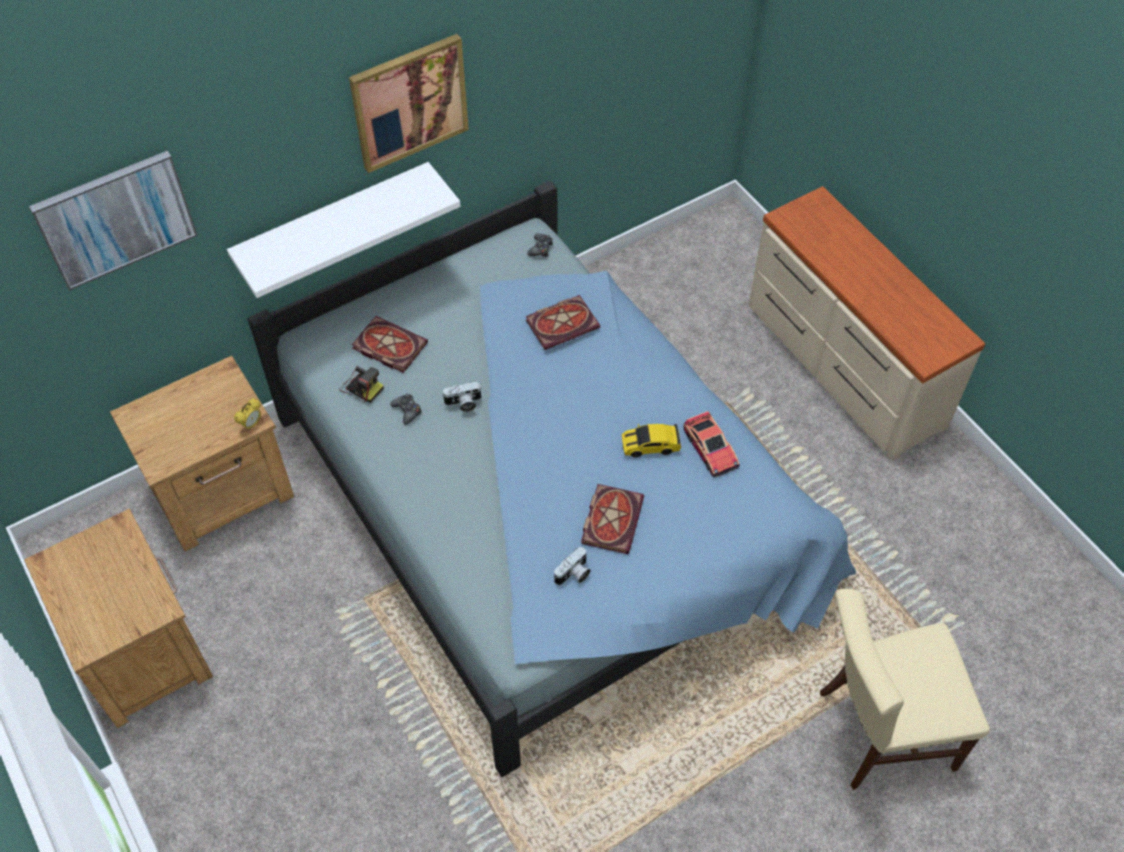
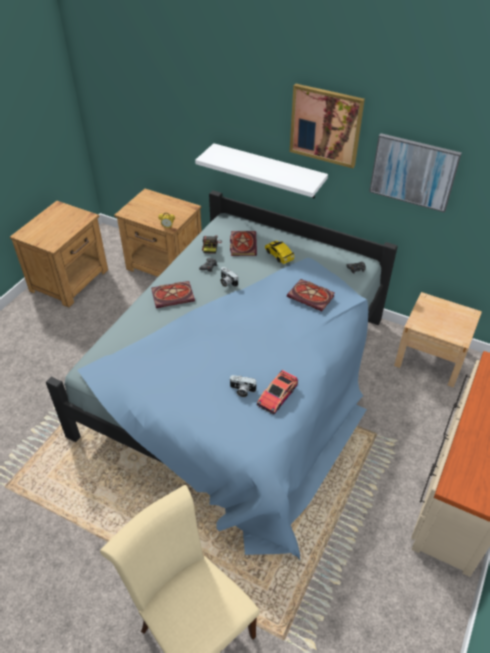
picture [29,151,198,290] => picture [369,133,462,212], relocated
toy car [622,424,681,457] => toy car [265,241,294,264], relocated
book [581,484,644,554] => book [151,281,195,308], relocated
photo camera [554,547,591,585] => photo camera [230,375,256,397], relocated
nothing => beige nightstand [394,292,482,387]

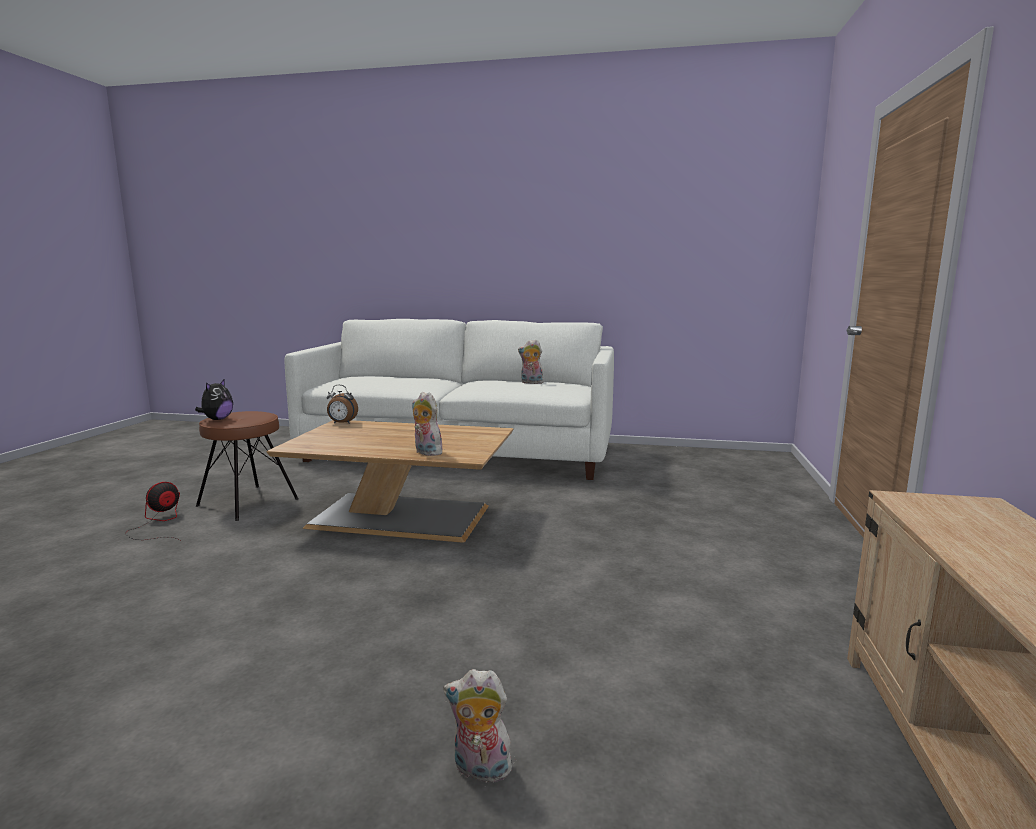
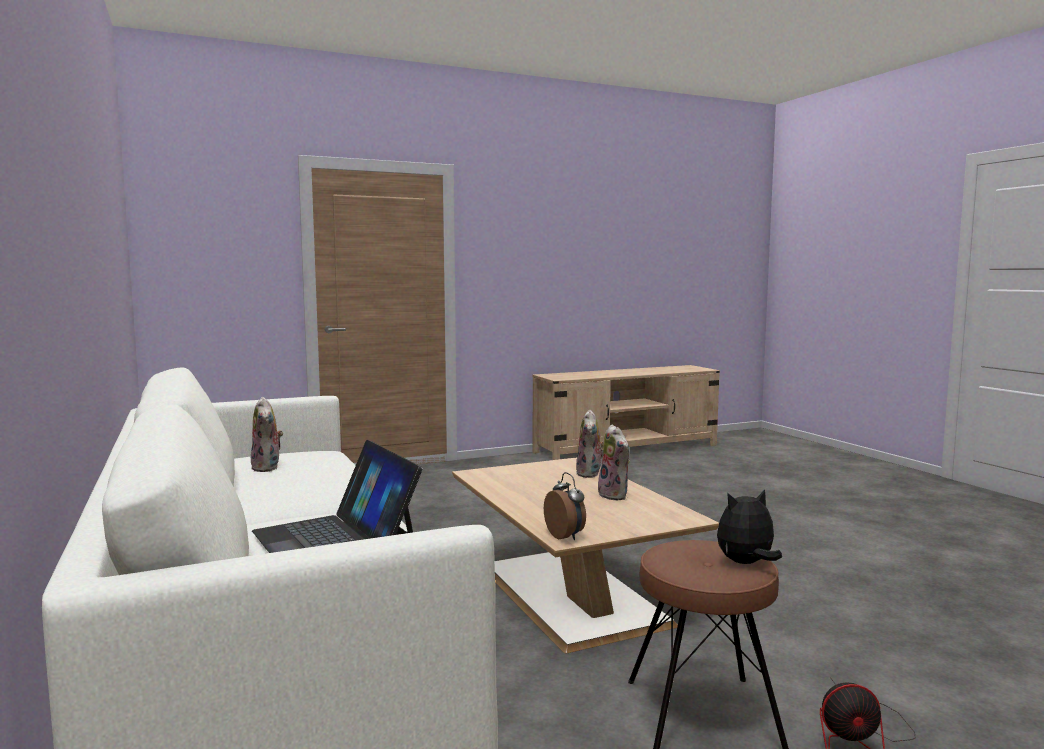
plush toy [443,669,515,783] => plush toy [595,424,630,500], relocated
nothing => laptop [252,440,422,553]

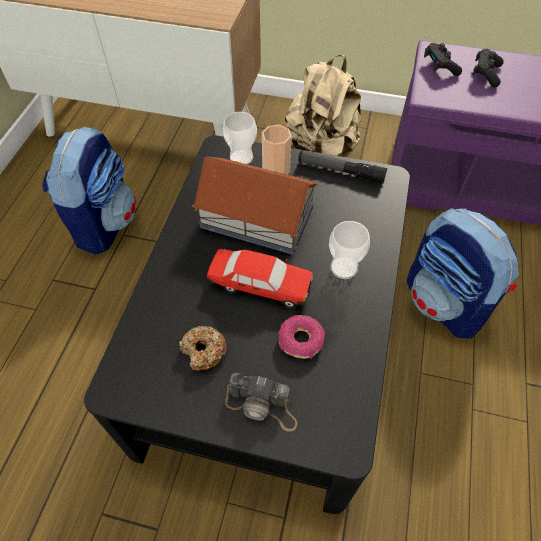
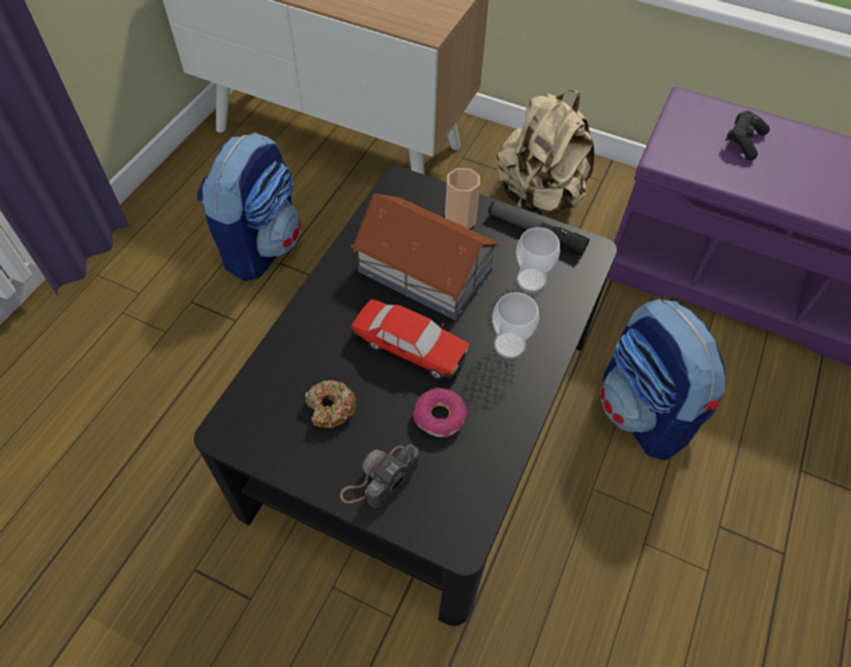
black game controller [424,43,462,76] => nothing
cup [223,112,257,164] => cup [516,227,560,292], relocated
photo camera [225,372,298,432] => photo camera [340,444,419,508], 105 degrees clockwise

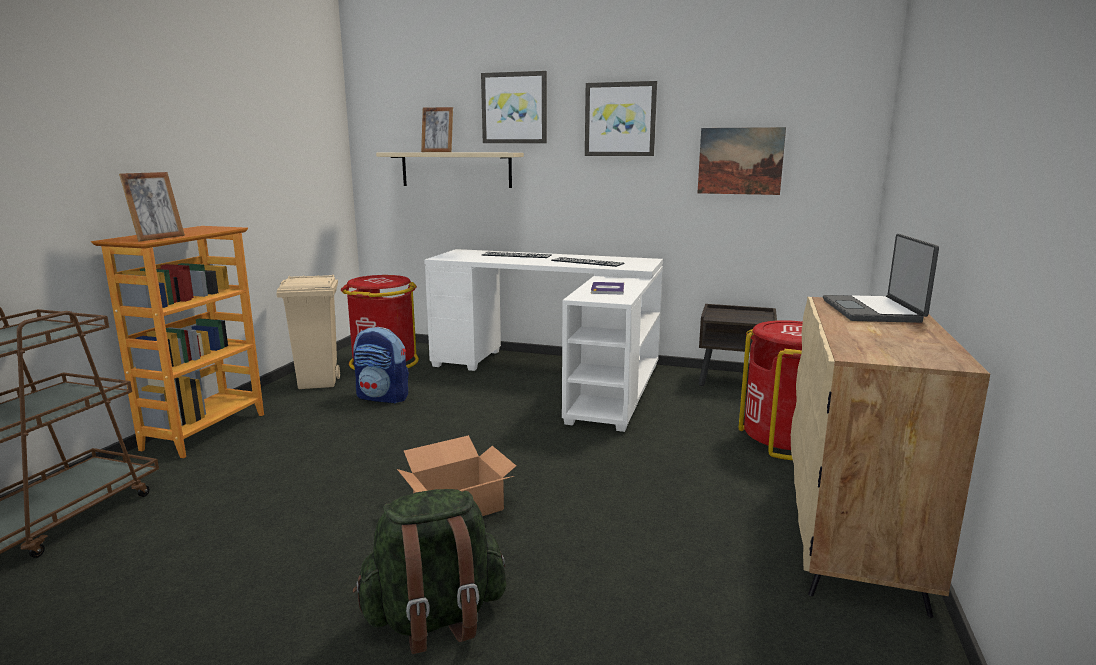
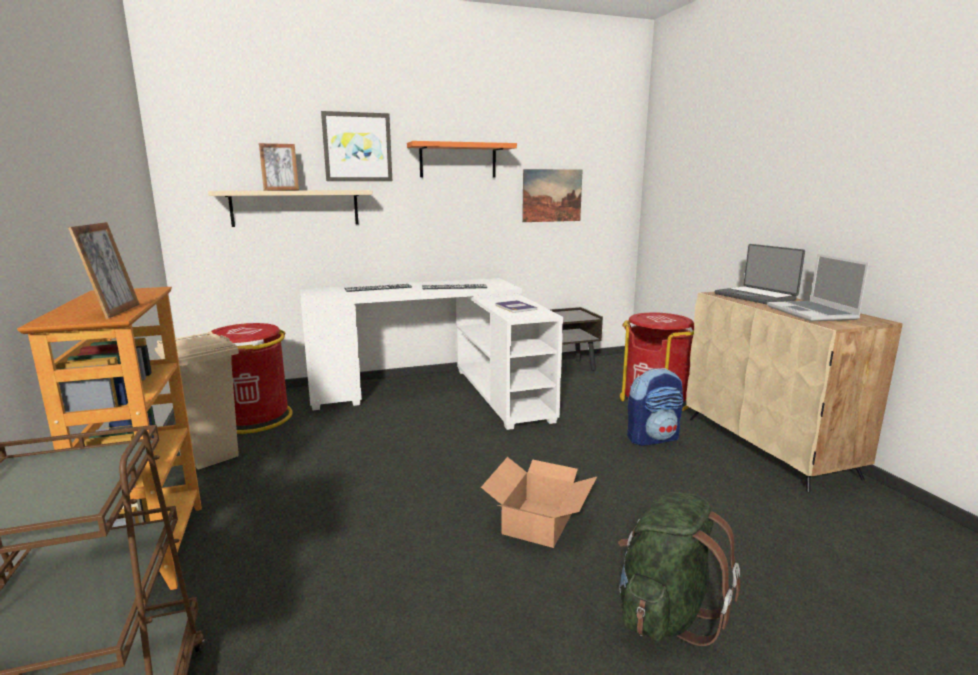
picture [585,81,657,156] => orange shelf [407,141,517,178]
backpack [353,327,409,403] => backpack [627,368,683,446], relocated
nothing => laptop [767,254,869,322]

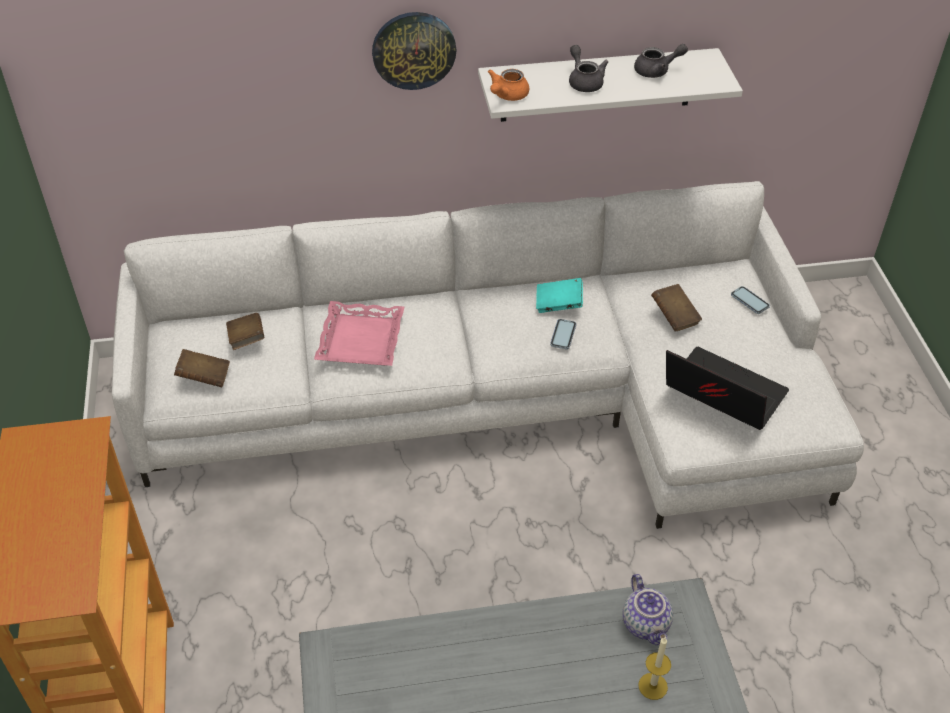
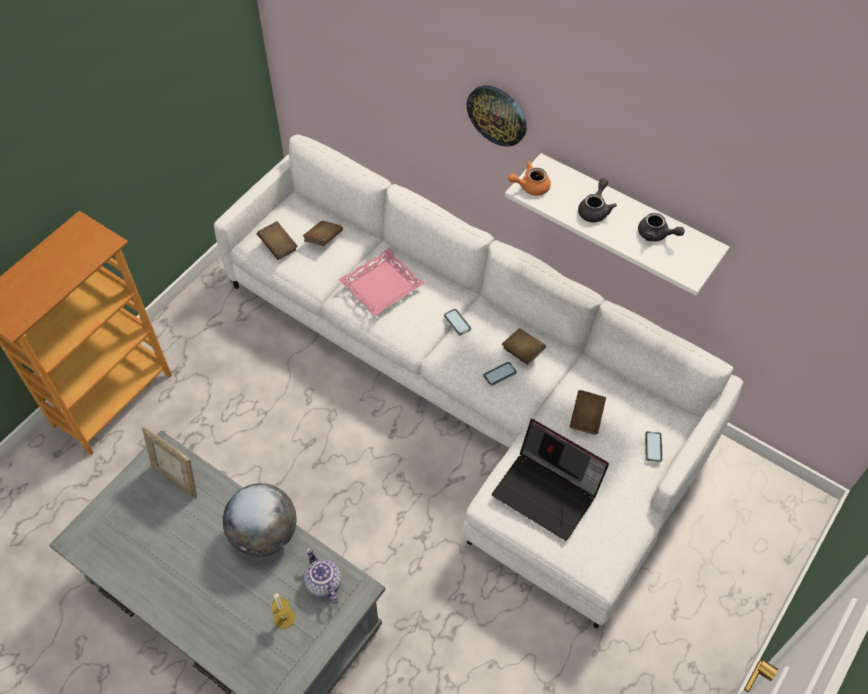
turquoise book [536,278,583,313] => brown book [502,328,546,365]
laptop [666,347,789,430] => laptop [492,419,609,541], 135 degrees clockwise
teapot [622,574,673,645] => teapot [304,548,341,604], 120 degrees clockwise
nothing => phone [444,309,471,336]
nothing => picture frame [142,426,197,498]
nothing => globe [223,483,296,557]

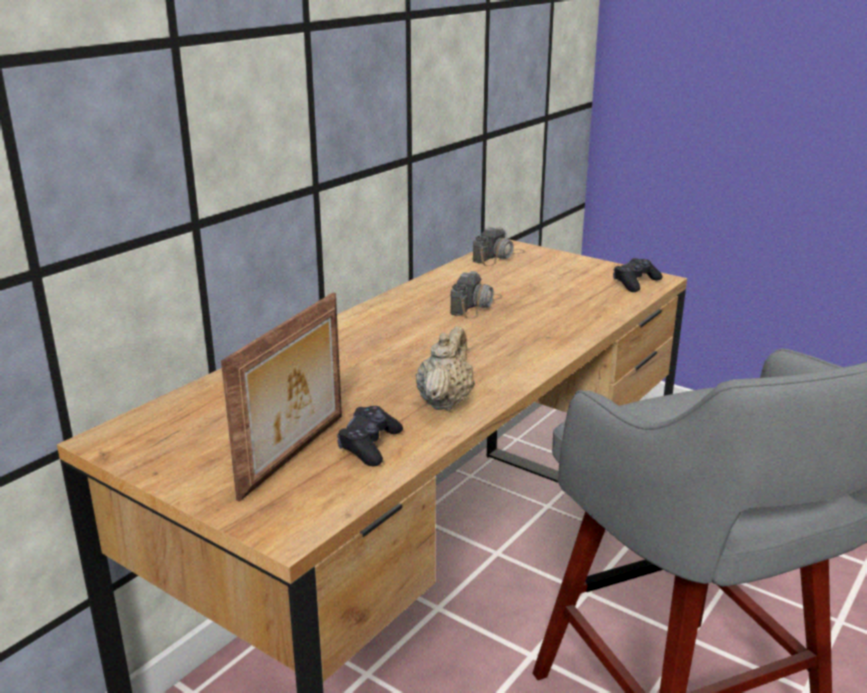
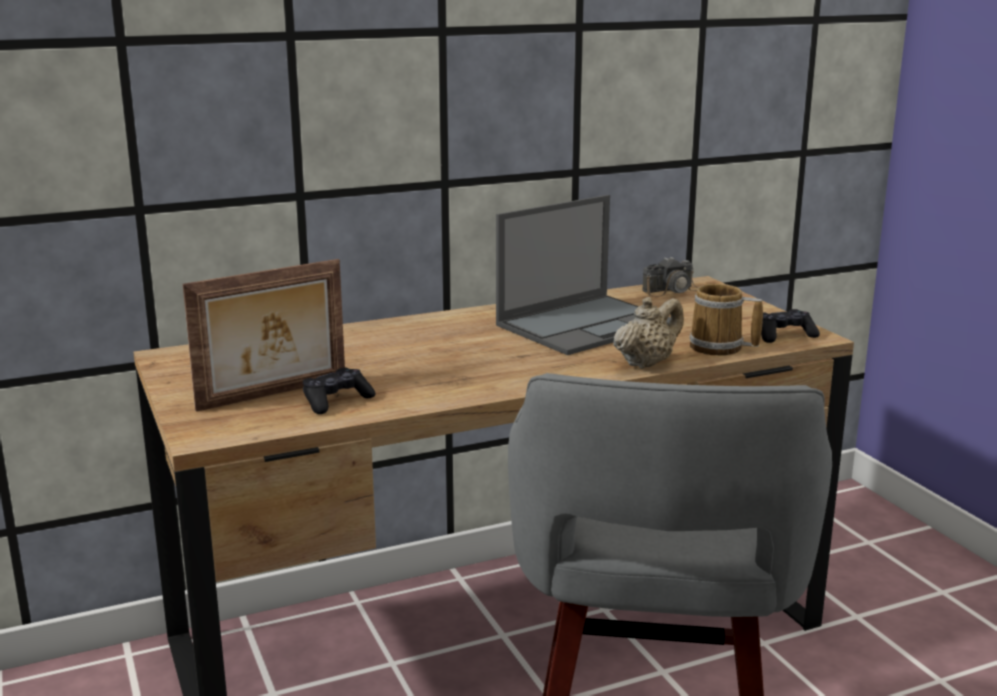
photo camera [450,271,502,319] => laptop [496,195,671,355]
beige teapot [416,326,475,411] => beige teapot [613,297,684,369], relocated
nothing => mug [689,284,763,356]

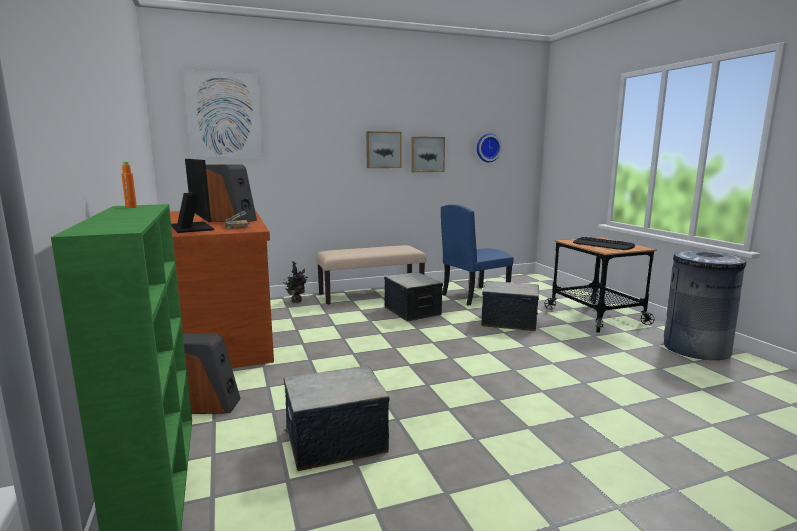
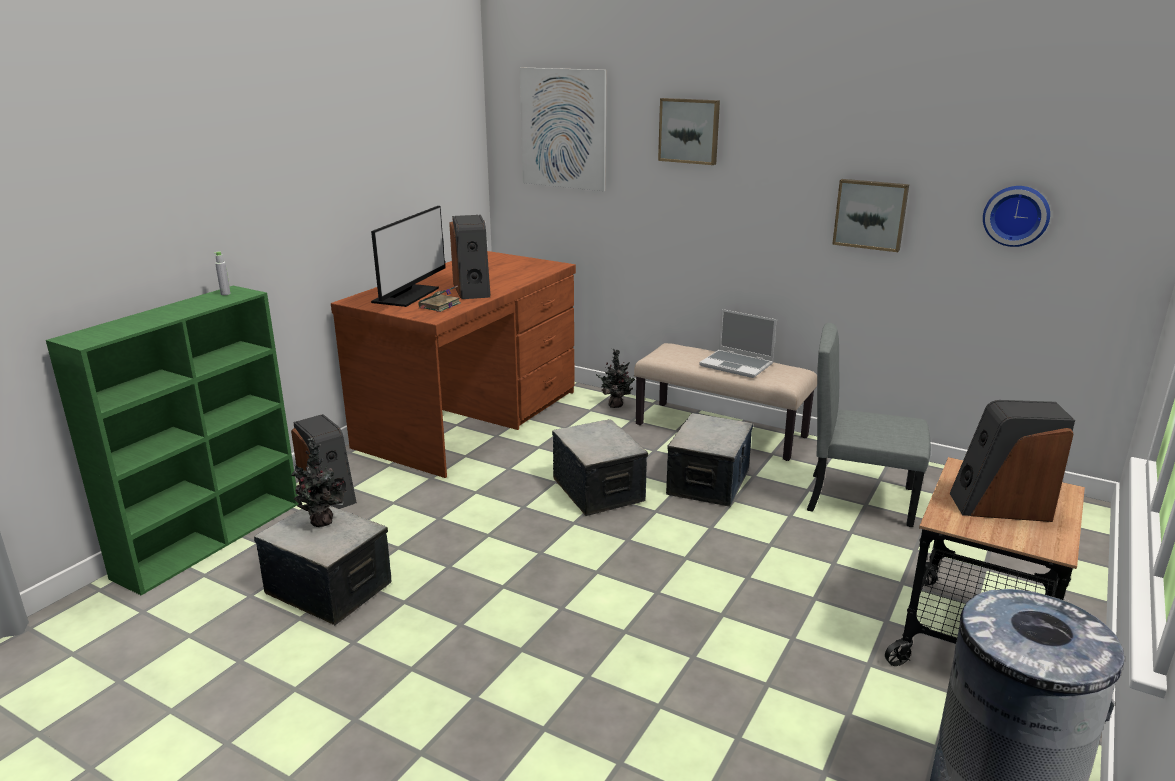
picture [366,131,402,168] => picture [658,98,720,165], relocated
orange bottle [121,162,137,208] => grey bottle [214,251,231,295]
blue chair [441,204,514,306] => grey chair [807,323,931,527]
keyboard [573,237,635,250] => speaker [949,400,1075,522]
storage box [481,281,539,331] => storage box [552,419,648,516], relocated
nothing => laptop [699,309,777,378]
nothing => potted plant [291,438,346,527]

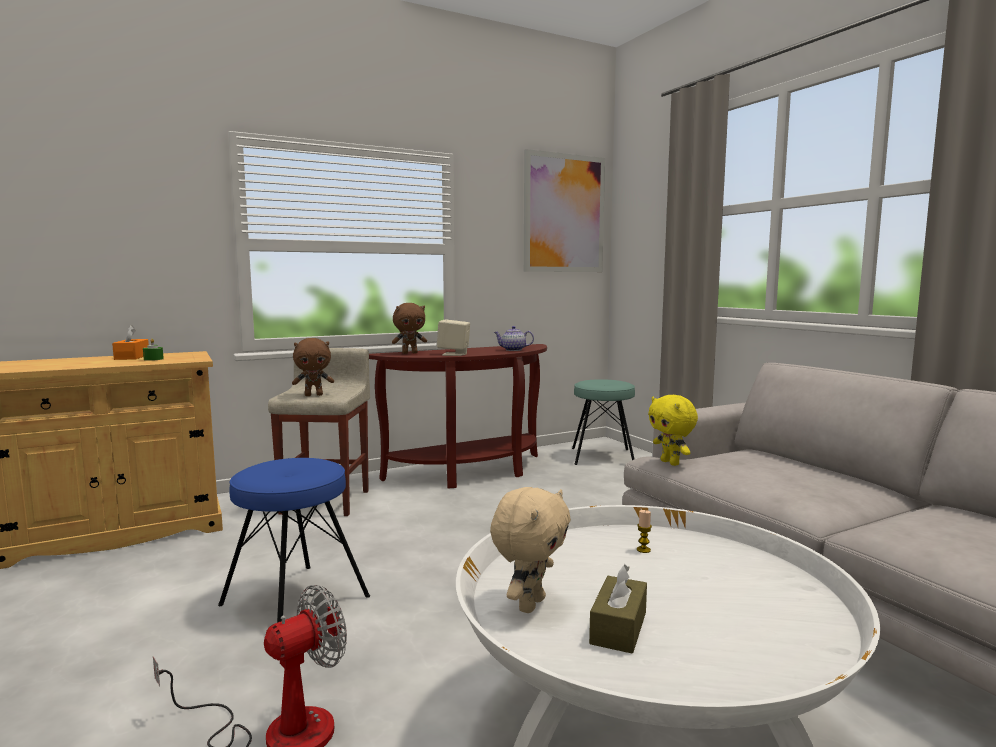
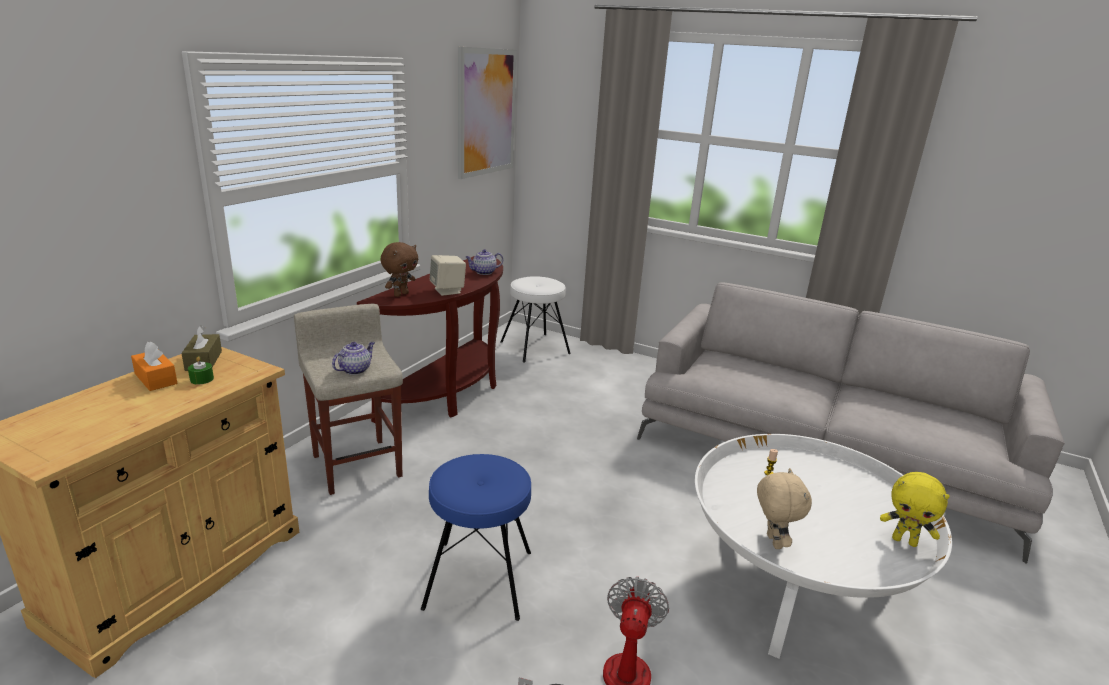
brown plush toy [292,338,334,396] => teapot [332,342,375,375]
turquoise stool [572,379,635,465] => white stool [500,276,571,363]
yellow plush toy [648,395,698,466] => yellow plush toy [880,472,950,547], relocated
brown tissue box [589,564,647,654] => brown tissue box [181,325,222,371], relocated

